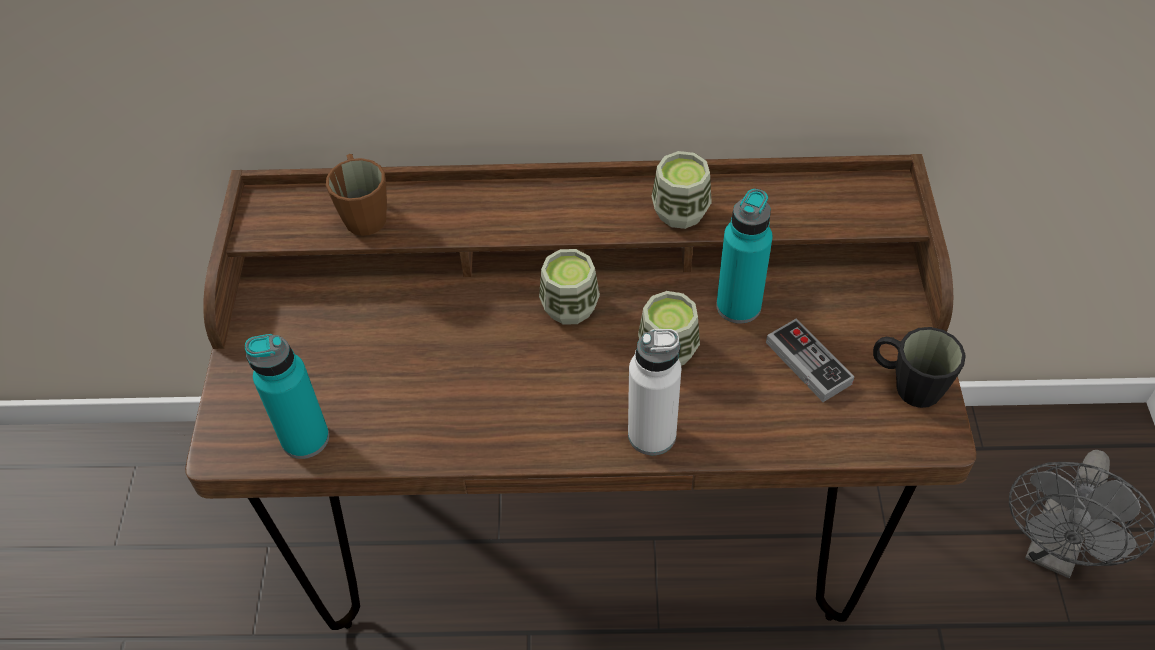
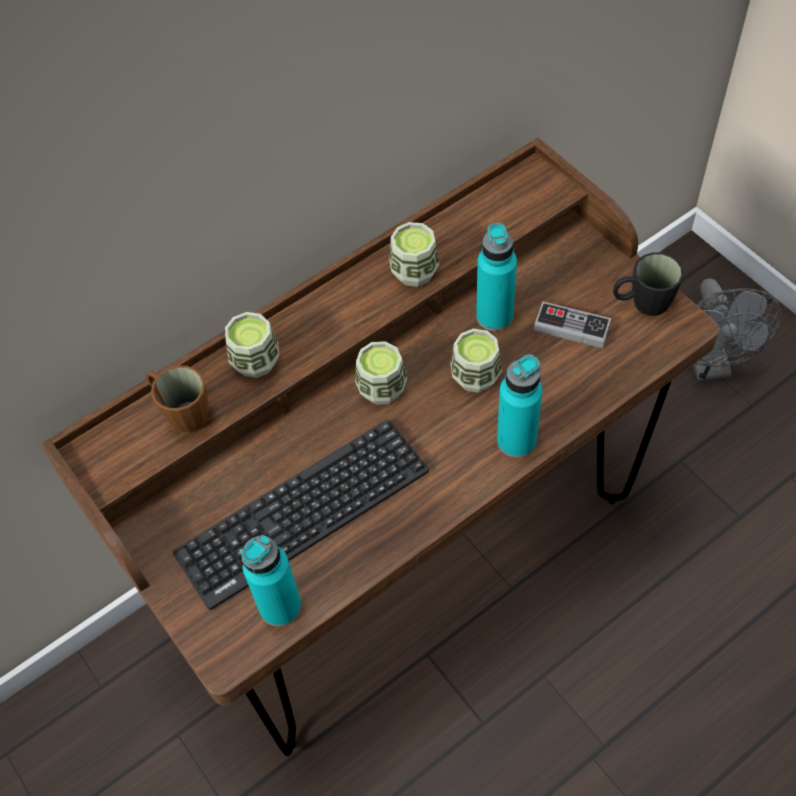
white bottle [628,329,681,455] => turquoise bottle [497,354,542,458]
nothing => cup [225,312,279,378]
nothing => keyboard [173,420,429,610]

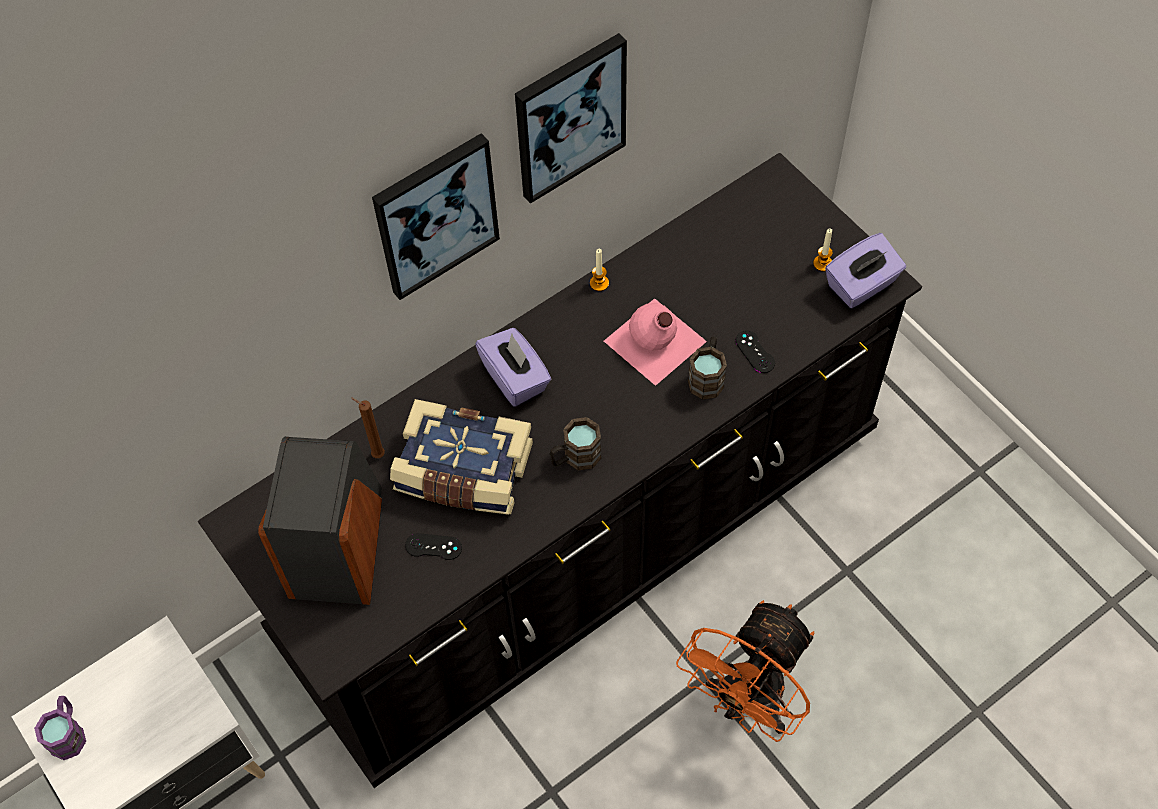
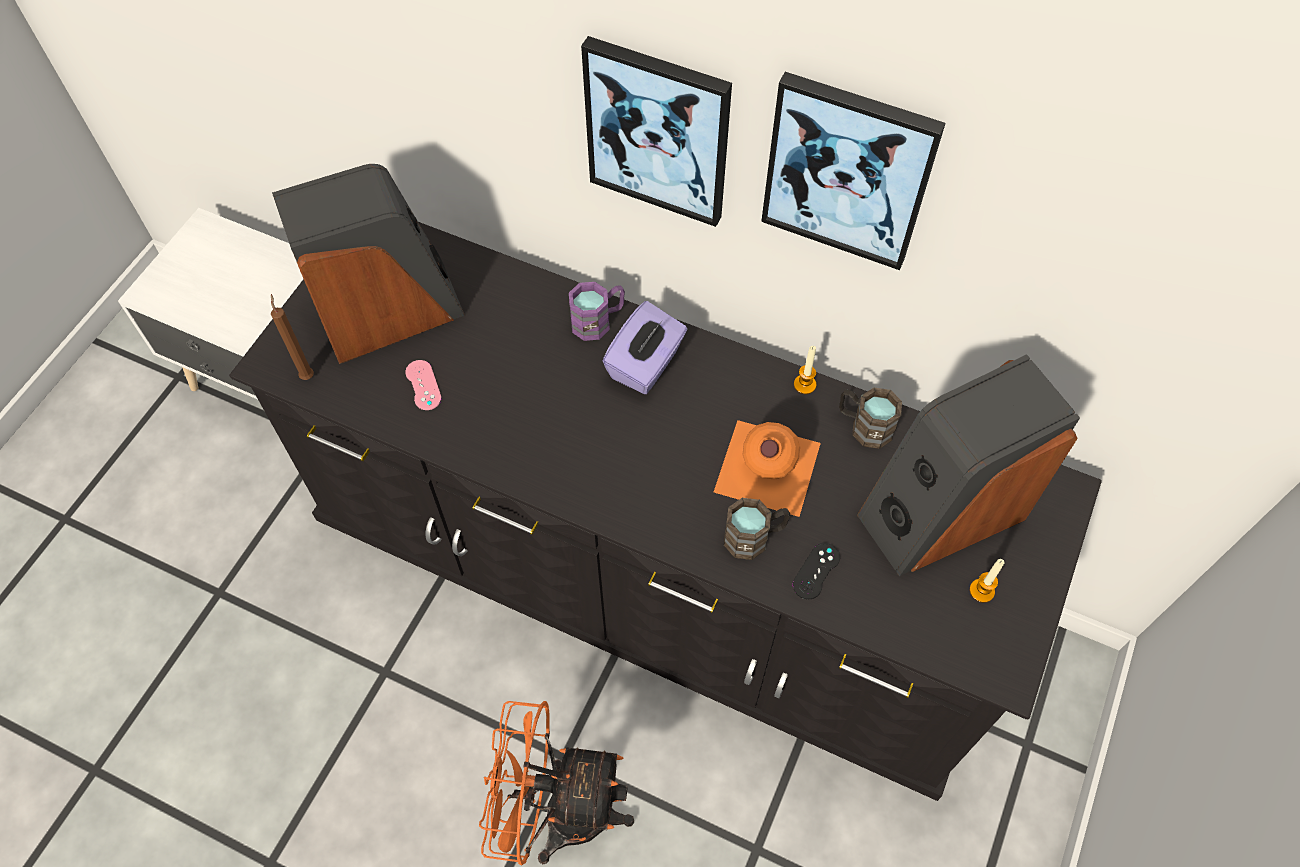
purple tissue box [825,233,906,308] => nothing
pink bottle [604,298,707,386] => orange bottle [714,420,821,517]
brown candle [351,397,385,458] => brown candle [271,294,314,380], relocated
book [390,399,533,515] => nothing
brown mug [550,417,601,470] => brown mug [839,388,902,449], relocated
black game controller [405,533,462,560] => pink game controller [405,360,442,410]
purple mug [34,696,86,760] => purple mug [569,282,625,341], relocated
nothing => speaker [857,354,1080,576]

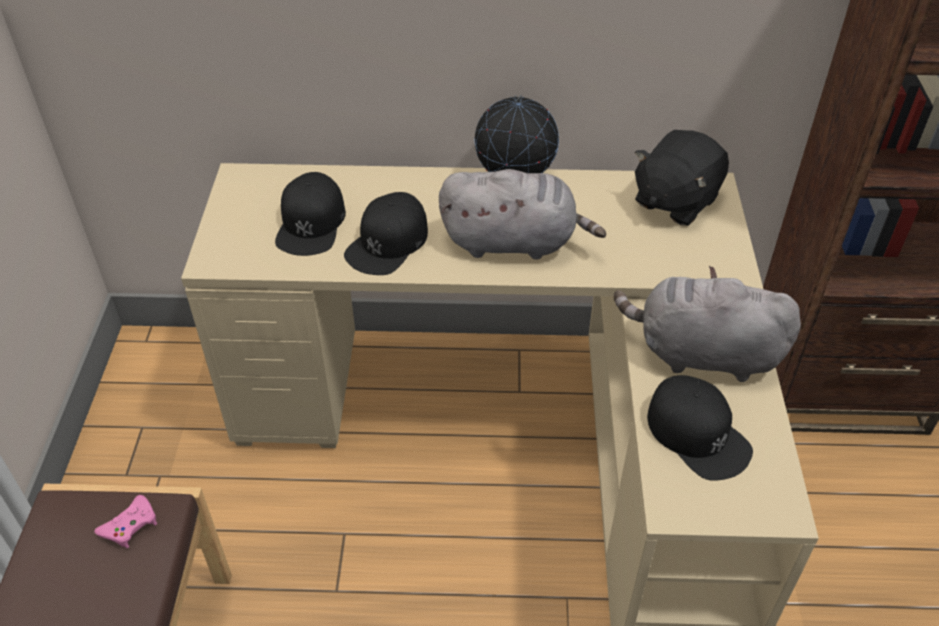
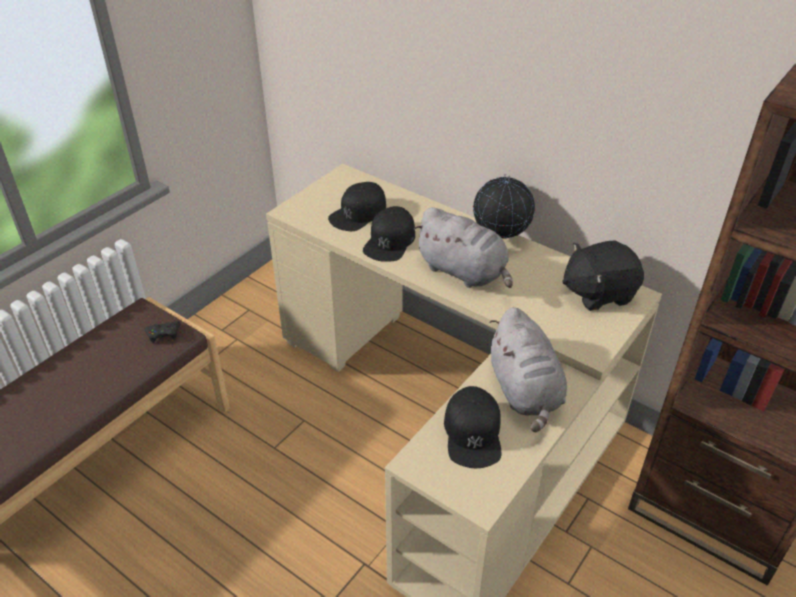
black cap [344,192,428,275] => black cap [363,206,415,262], 45 degrees counterclockwise
grey plush toy [614,266,801,382] => grey plush toy [489,307,567,432], 150 degrees counterclockwise
pink game controller [94,495,157,548] => black game controller [145,321,181,344]

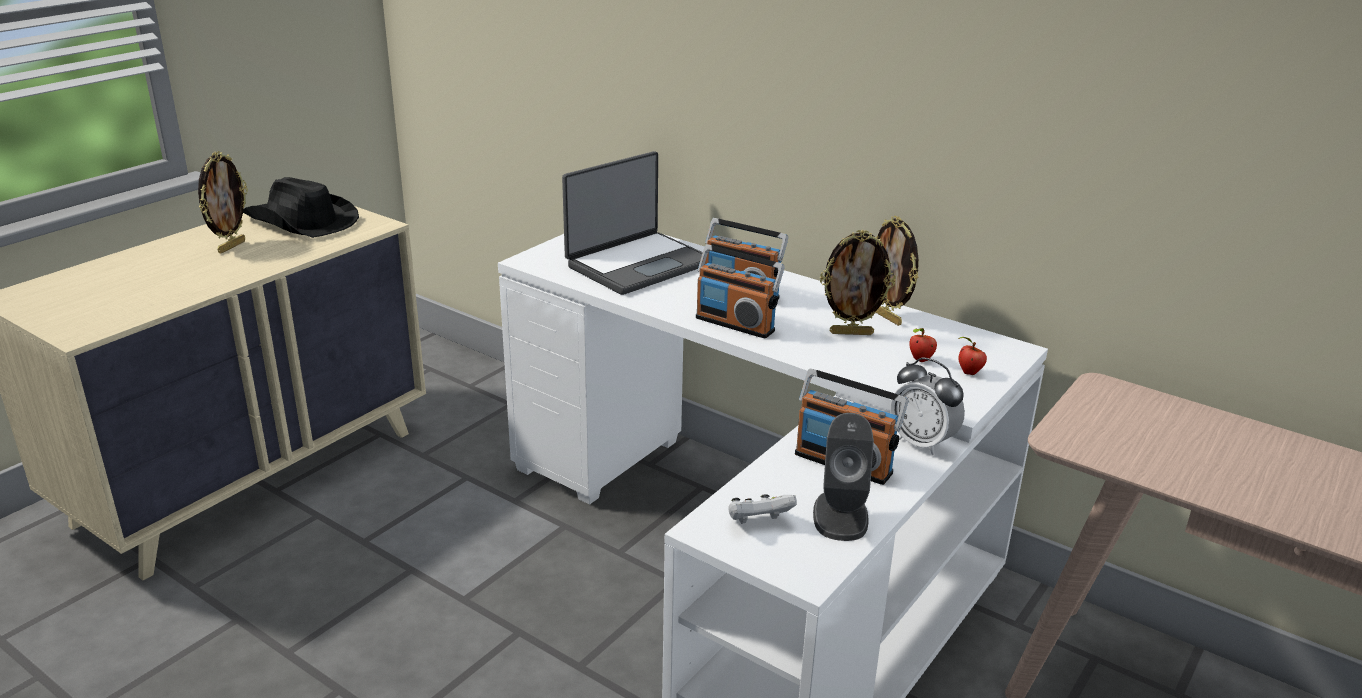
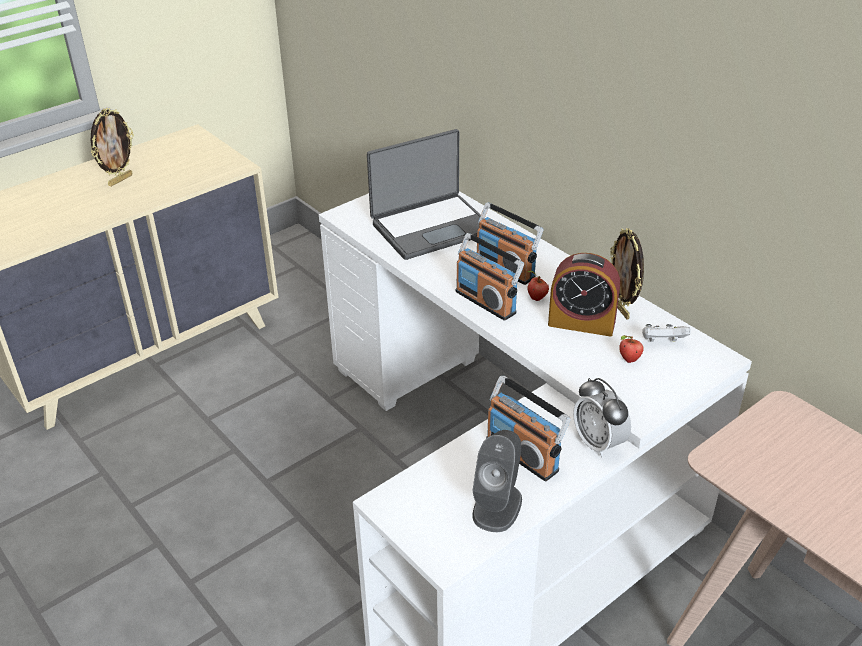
black hat [243,177,359,238] => nothing
picture frame [820,230,896,335] => alarm clock [548,253,620,336]
apple [957,337,987,375] => apple [527,271,549,301], relocated
white game controller [728,494,797,524] => white game controller [642,324,691,342], relocated

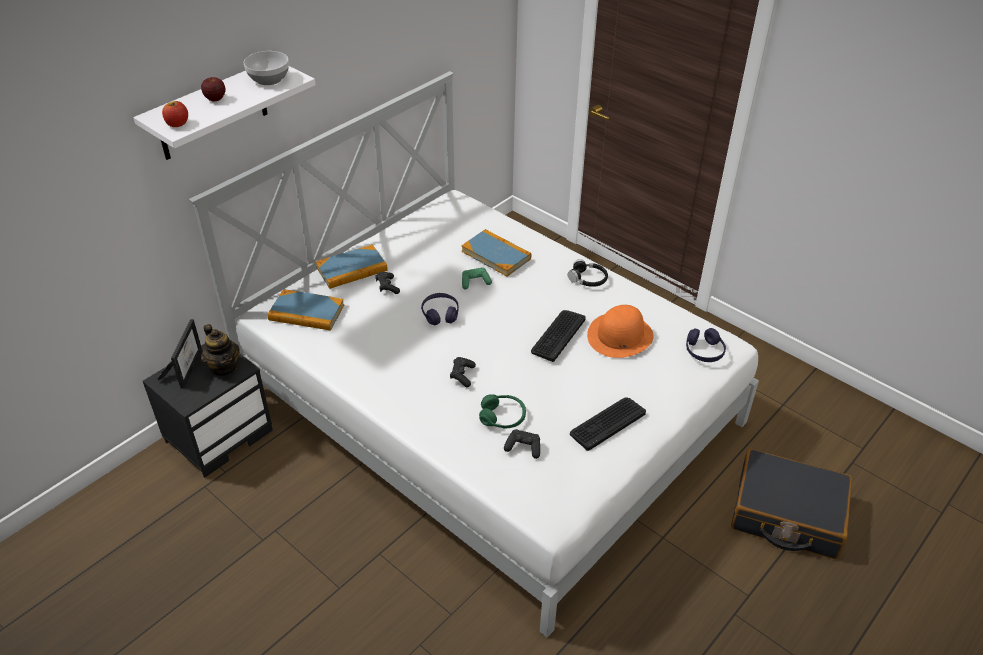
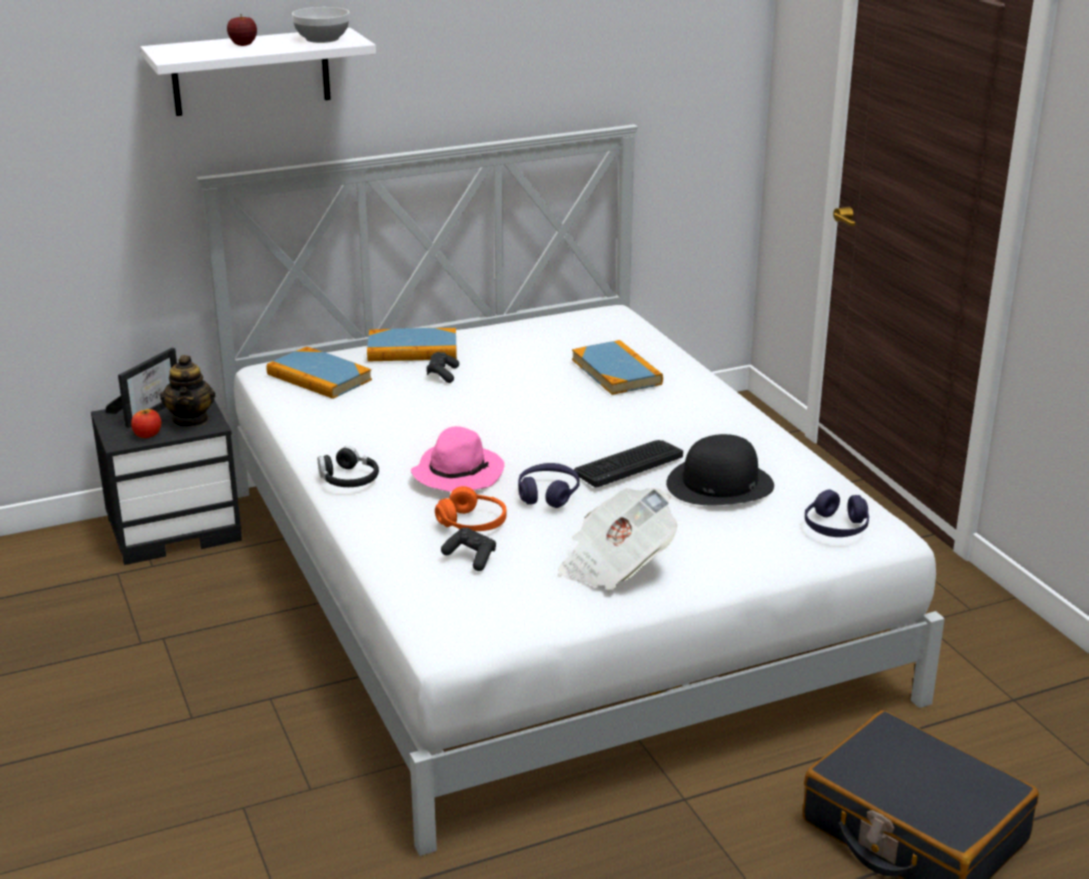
apple [162,101,188,127] => apple [131,409,161,438], relocated
black headphones [568,259,608,287] => black headphones [318,446,379,487], relocated
green game controller [462,267,492,290] => nothing
purple headphones [421,293,459,325] => purple headphones [518,463,579,508], relocated
orange hat [587,305,654,358] => black hat [666,434,774,505]
black game controller [450,357,476,387] => pink hat [411,426,505,492]
green headphones [479,394,526,429] => orange headphones [435,486,507,531]
keyboard [570,397,646,451] => newspaper [558,488,677,590]

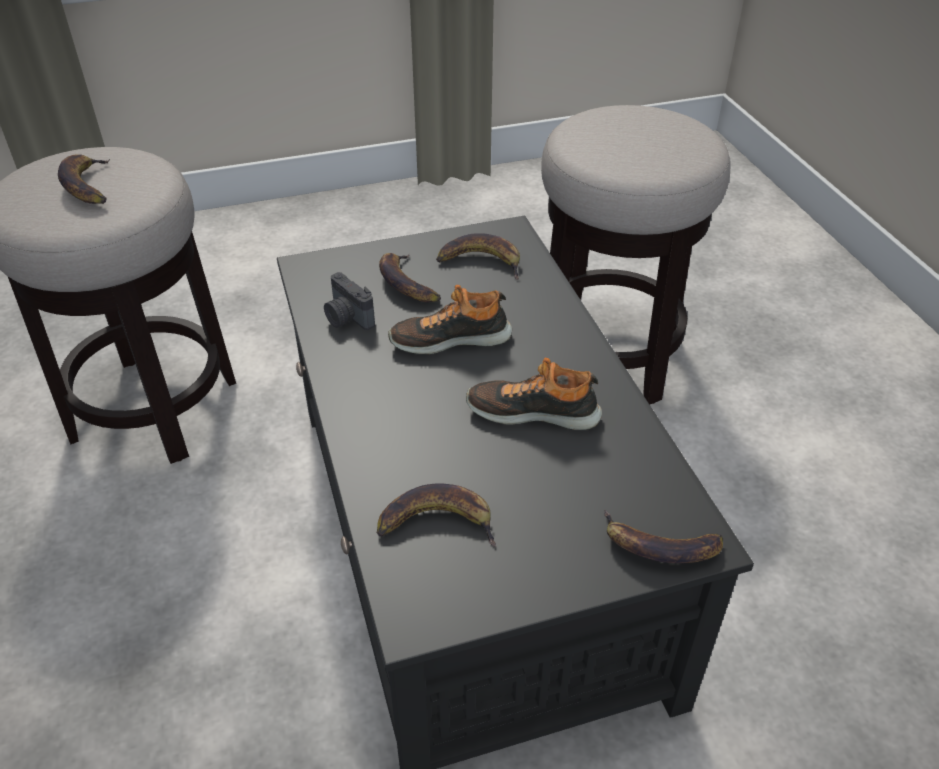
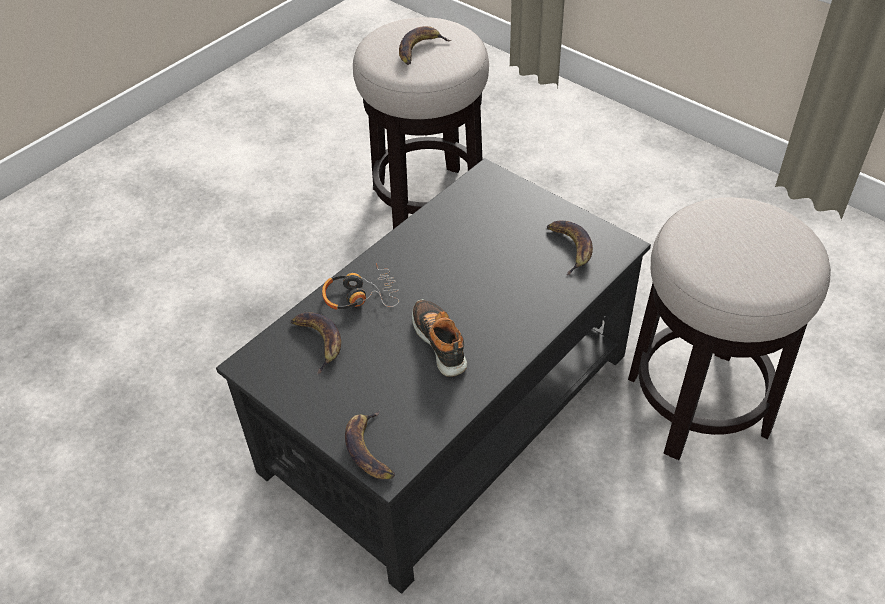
banana [379,253,441,302] => nothing
photo camera [324,272,375,330] => nothing
shoe [388,285,512,354] => nothing
nothing => headphones [322,263,399,310]

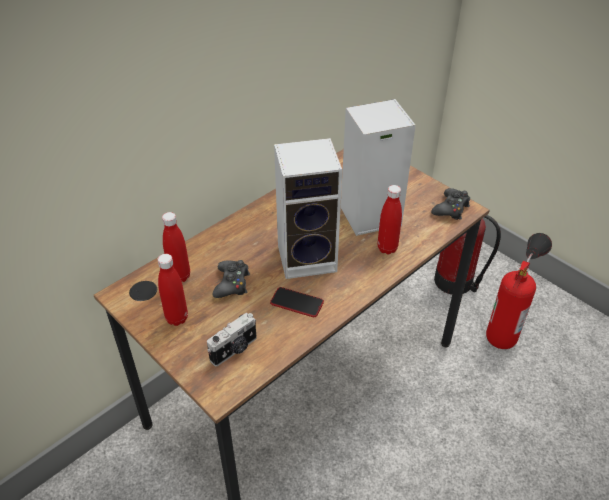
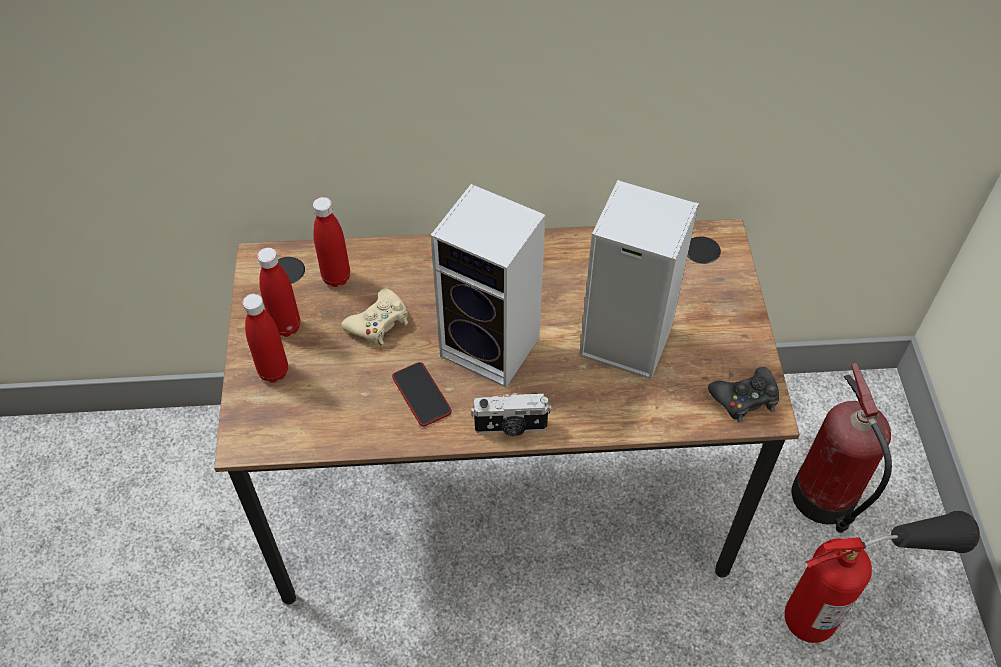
red bottle [378,185,402,254] => red bottle [242,294,288,383], relocated
black game controller [212,260,250,298] => beige game controller [342,288,408,346]
photo camera [207,312,257,366] => photo camera [471,393,551,436], relocated

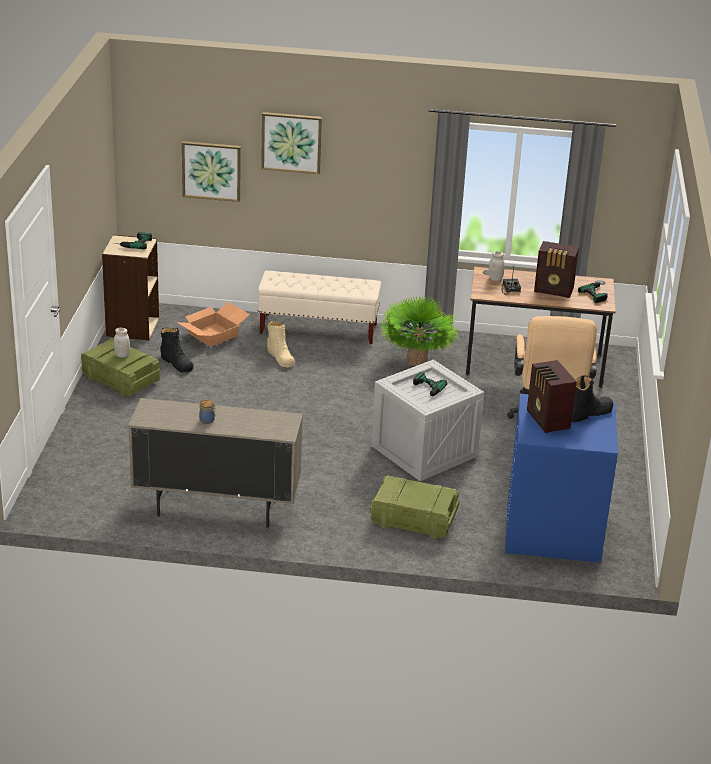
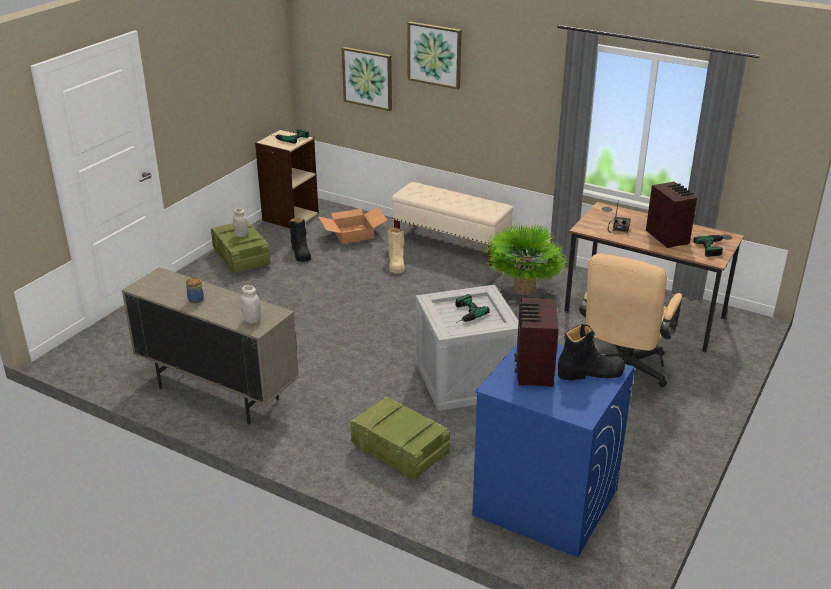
radio [534,241,579,298] => radio [646,182,697,248], 150 degrees counterclockwise
white jar [489,251,505,281] => white jar [240,285,261,324], relocated

